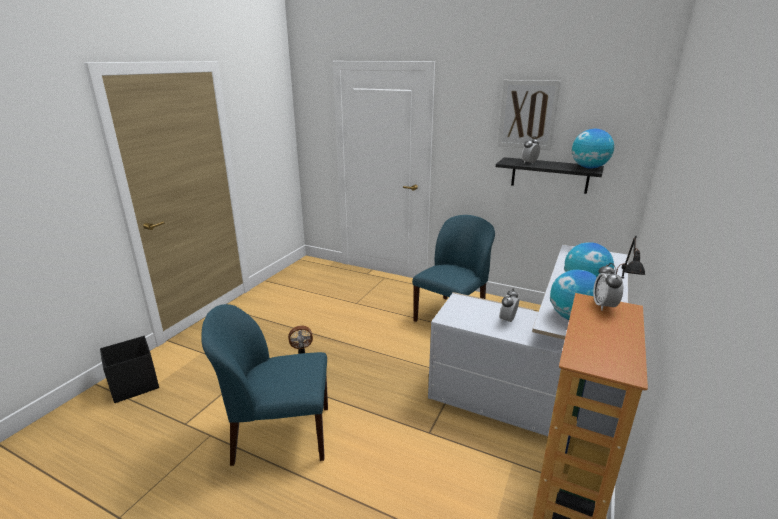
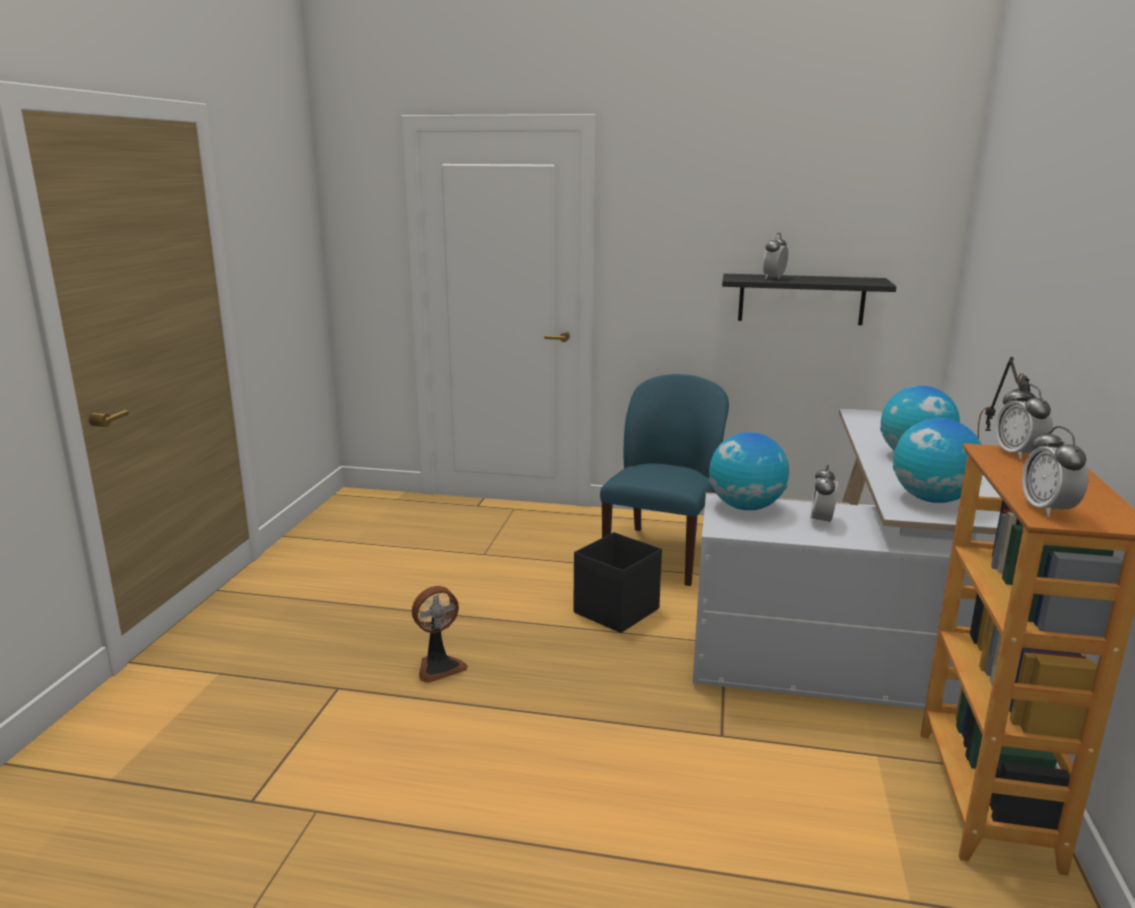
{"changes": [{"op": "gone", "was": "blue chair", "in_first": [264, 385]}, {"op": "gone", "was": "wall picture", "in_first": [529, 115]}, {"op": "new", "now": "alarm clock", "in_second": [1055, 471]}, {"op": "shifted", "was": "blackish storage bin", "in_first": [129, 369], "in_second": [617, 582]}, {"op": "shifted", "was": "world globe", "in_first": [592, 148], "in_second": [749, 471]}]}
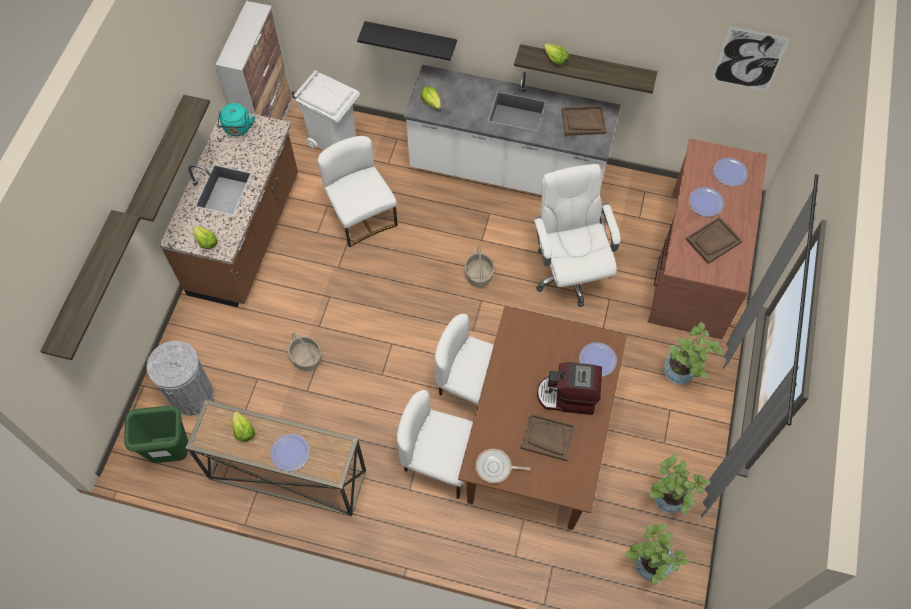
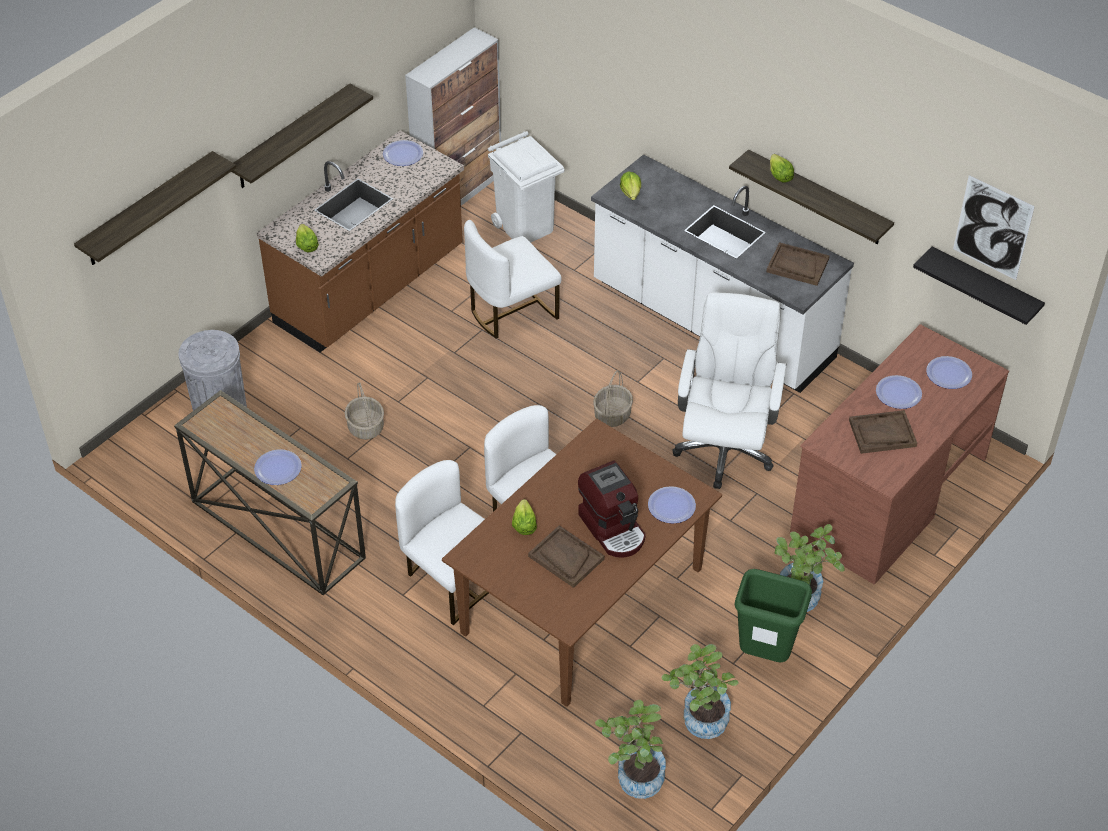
{"changes": [{"op": "gone", "was": "pan", "in_first": [503, 466]}, {"op": "shifted", "was": "green waste bin", "in_first": [156, 434], "in_second": [773, 615]}, {"op": "shifted", "was": "head of lettuce", "in_first": [243, 426], "in_second": [524, 517]}, {"op": "shifted", "was": "blackish shelf", "in_first": [407, 41], "in_second": [979, 286]}, {"op": "swapped", "was": "blue-green kettle", "now": "dinner plate", "in_first": [236, 119], "in_second": [403, 153]}, {"op": "rotated", "was": "white chair", "in_first": [358, 192], "in_second": [513, 279], "clockwise": -120}, {"op": "rotated", "was": "coffee maker", "in_first": [569, 388], "in_second": [612, 509], "clockwise": -150}]}
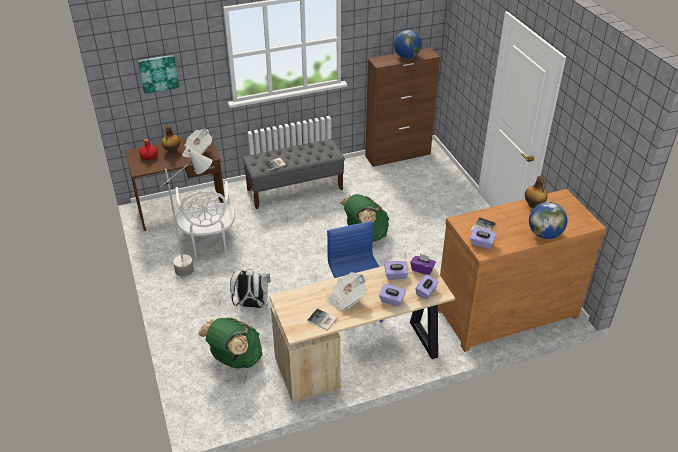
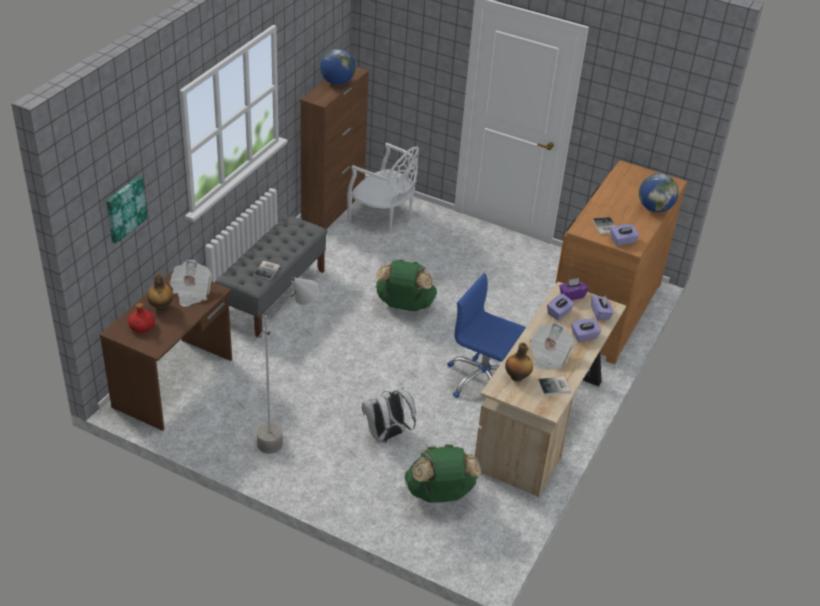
{"changes": [{"op": "shifted", "was": "white chair", "in_first": [205, 218], "in_second": [383, 188]}, {"op": "shifted", "was": "beverage bottle", "in_first": [536, 192], "in_second": [519, 362]}]}
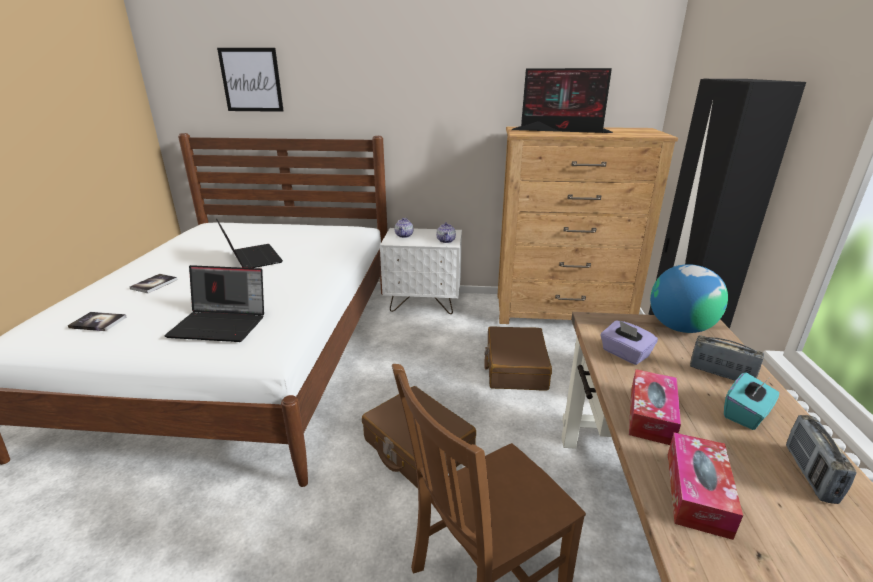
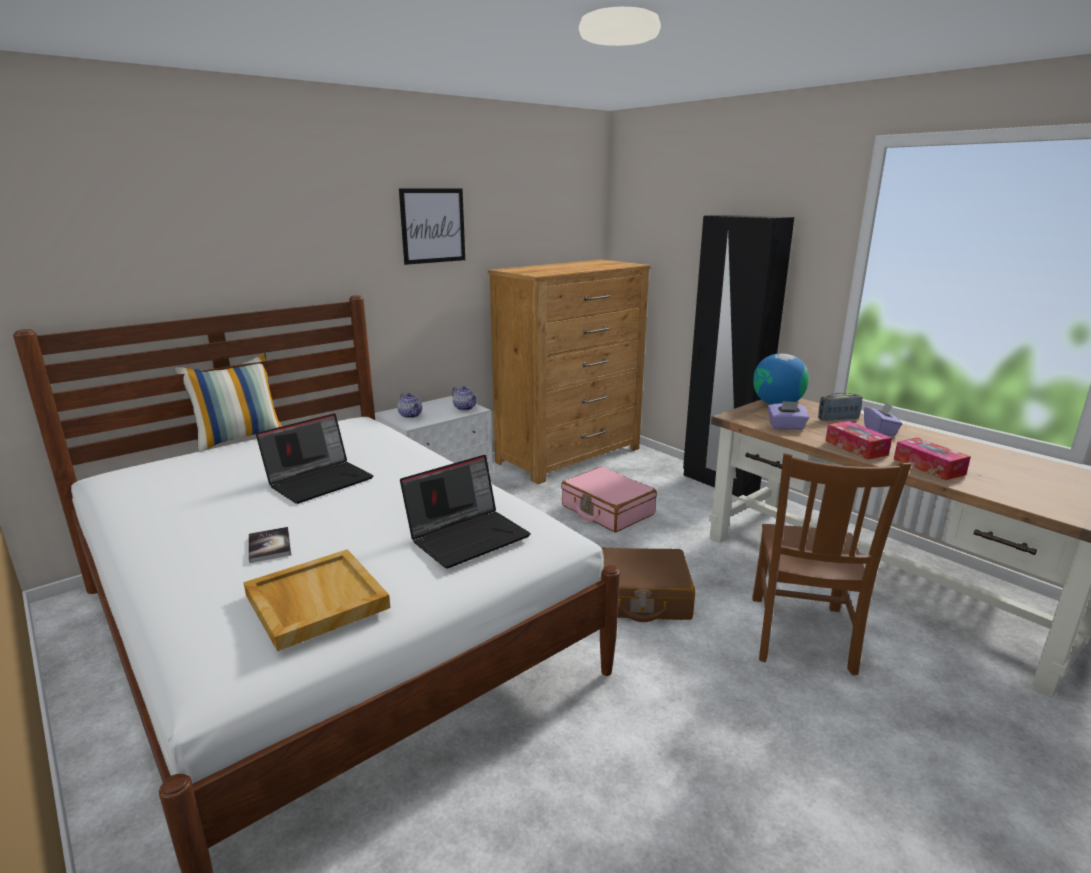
{"changes": [{"op": "gone", "was": "computer screen", "in_first": [562, 100]}, {"op": "gone", "was": "radio", "in_first": [821, 459]}, {"op": "new", "now": "pillow", "in_second": [228, 402]}, {"op": "shifted", "was": "wall picture", "in_first": [250, 80], "in_second": [432, 226]}, {"op": "swapped", "was": "book", "now": "sand-coloured serving tray", "in_first": [97, 321], "in_second": [316, 600]}, {"op": "repainted", "was": "brown-coloured suitcase", "now": "pink suitcase", "in_first": [518, 358], "in_second": [609, 499]}, {"op": "repainted", "was": "blue-green tissue holder", "now": "purple tissue holder", "in_first": [751, 401], "in_second": [883, 419]}, {"op": "rotated", "was": "portable computer", "in_first": [249, 243], "in_second": [314, 458], "clockwise": 120}]}
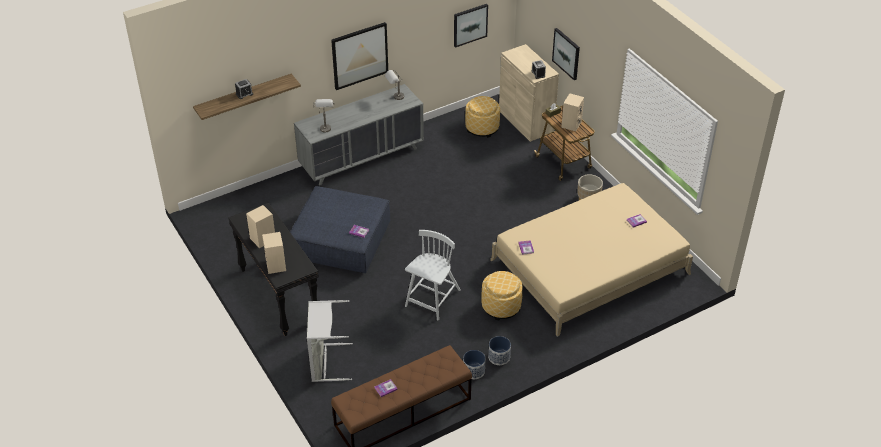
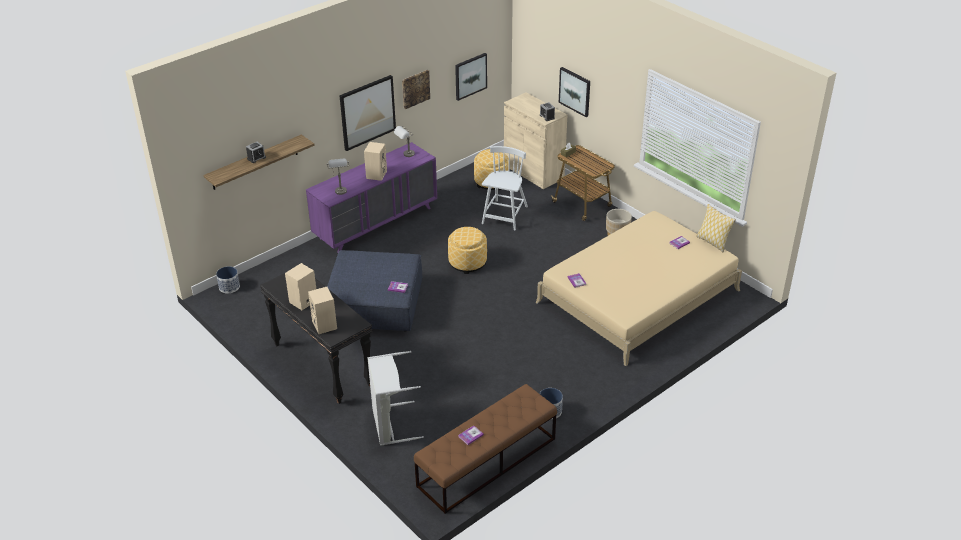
{"changes": [{"op": "new", "now": "wall picture", "in_second": [416, 89]}, {"op": "new", "now": "pillow", "in_second": [716, 228]}, {"op": "shifted", "was": "white chair", "in_first": [433, 275], "in_second": [505, 188]}, {"op": "shifted", "was": "ottoman", "in_first": [502, 296], "in_second": [467, 250]}, {"op": "shifted", "was": "flower pot", "in_first": [499, 350], "in_second": [228, 279]}, {"op": "shifted", "was": "sand-coloured audio speaker", "in_first": [572, 112], "in_second": [375, 161]}, {"op": "repainted", "was": "gray drawer chest", "now": "purple drawer chest", "in_first": [359, 135], "in_second": [371, 197]}]}
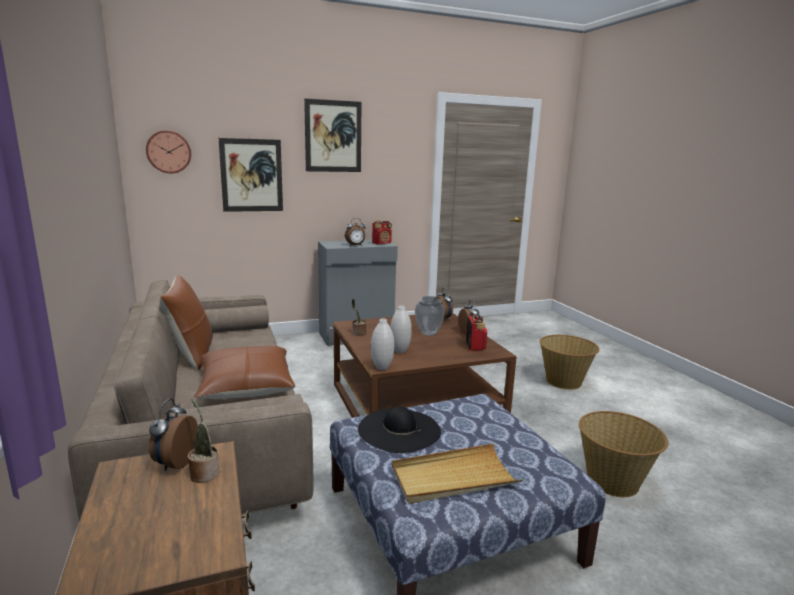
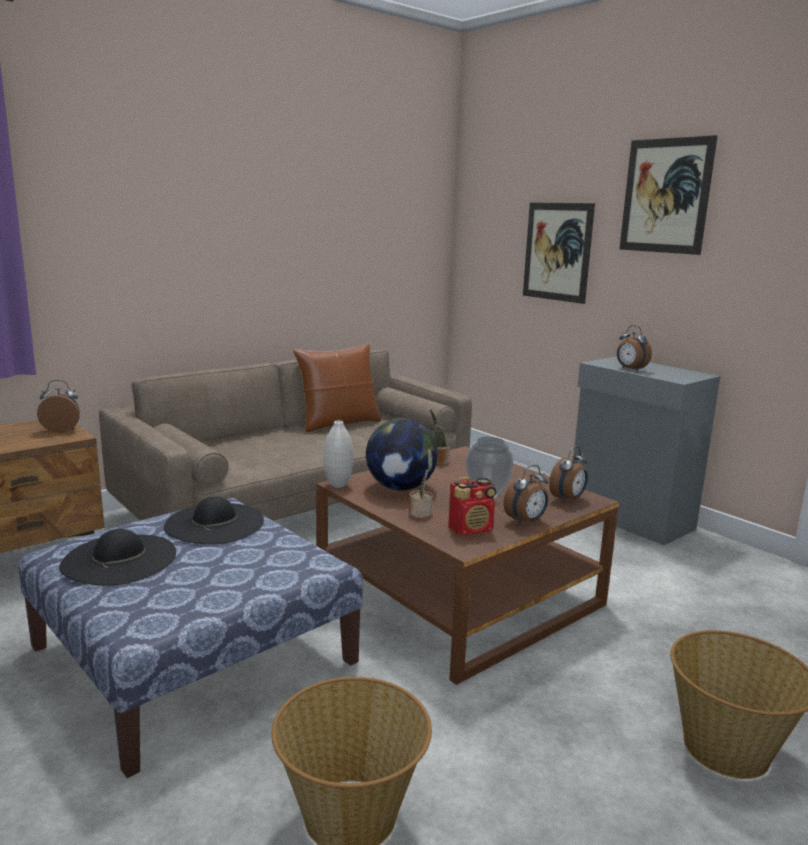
{"changes": [{"op": "gone", "was": "clock on the wall", "in_first": [168, 151]}, {"op": "gone", "was": "brown-coloured pillow", "in_first": [244, 372]}, {"op": "gone", "was": "radio", "in_first": [382, 232]}, {"op": "shifted", "was": "houseplant", "in_first": [203, 441], "in_second": [421, 483]}, {"op": "swapped", "was": "white flower vase", "now": "world globe", "in_first": [401, 329], "in_second": [402, 454]}, {"op": "swapped", "was": "sand-coloured serving tray", "now": "blackish hat", "in_first": [457, 474], "in_second": [117, 557]}]}
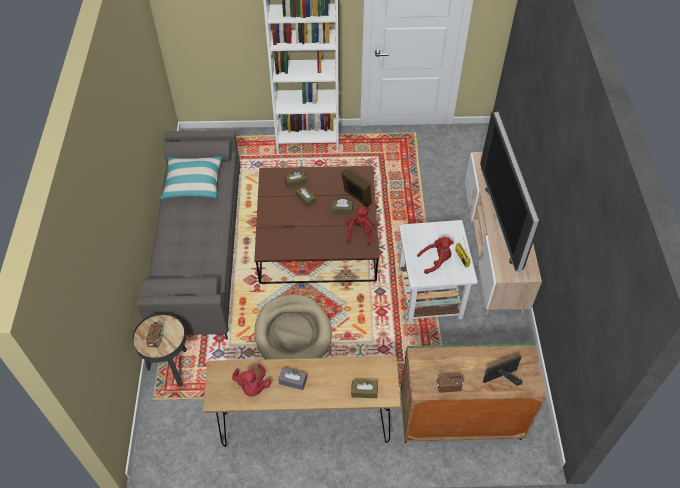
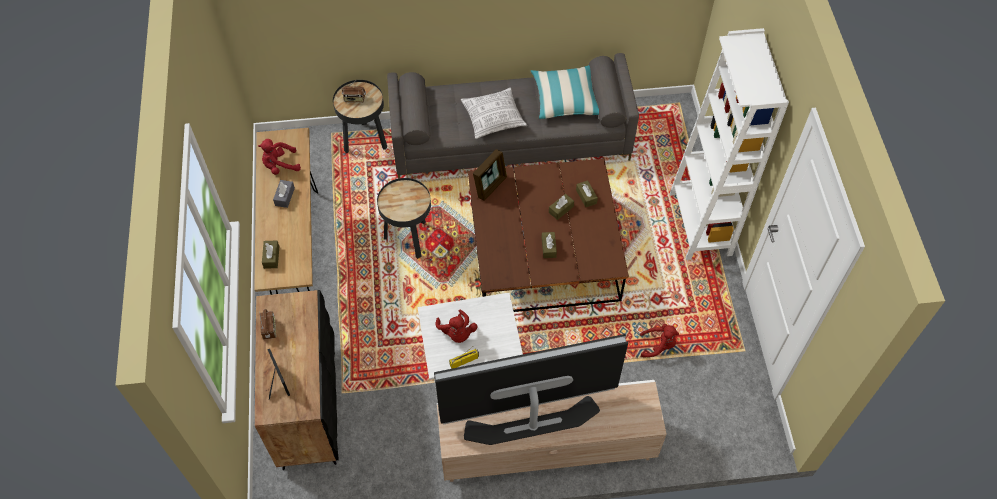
{"changes": [{"op": "new", "now": "pillow", "in_second": [494, 113]}, {"op": "shifted", "was": "photo frame", "in_first": [356, 188], "in_second": [490, 175]}, {"op": "shifted", "was": "red plush toy", "in_first": [360, 225], "in_second": [659, 340]}, {"op": "swapped", "was": "sand-coloured pet bed", "now": "blackish side table", "in_first": [293, 326], "in_second": [404, 218]}, {"op": "repainted", "was": "green storage cabinet", "now": "blackish storage cabinet", "in_first": [474, 393], "in_second": [296, 380]}]}
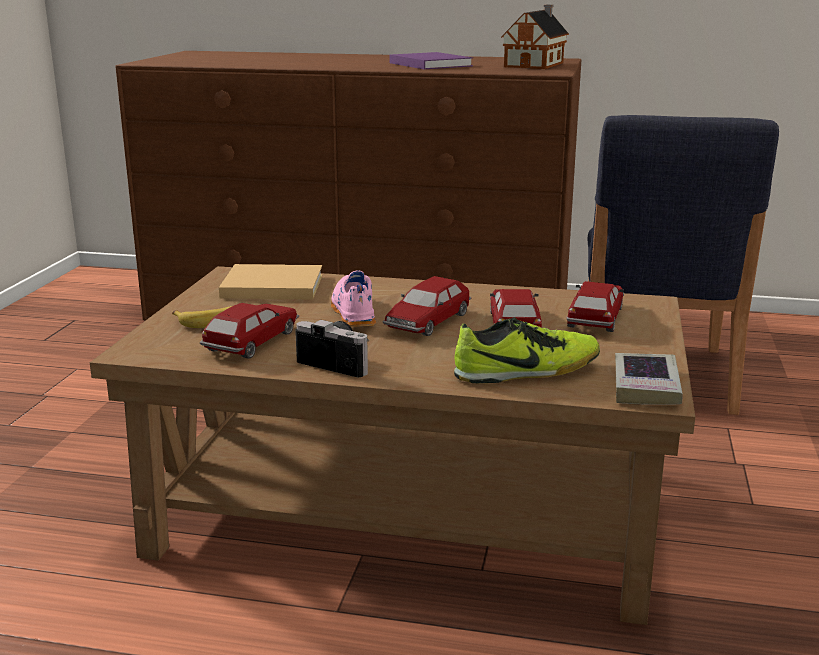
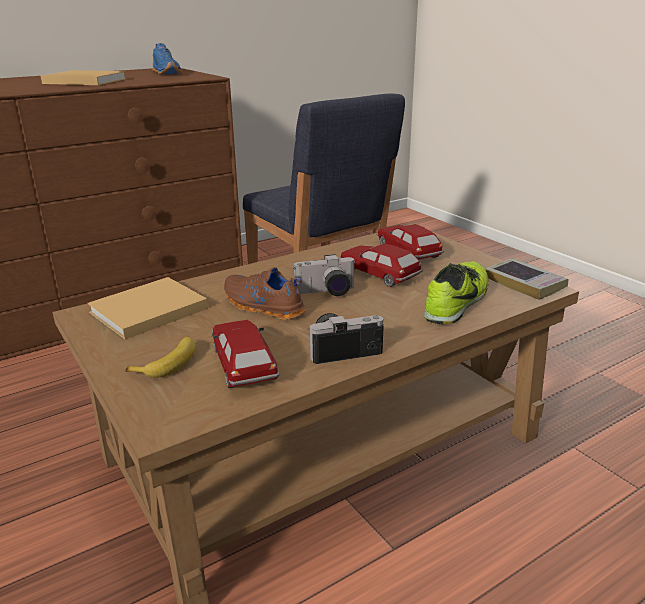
{"changes": [{"op": "swapped", "was": "model car", "now": "photo camera", "in_first": [427, 306], "in_second": [324, 275]}, {"op": "swapped", "was": "toy house", "now": "blue item of footwear", "in_first": [535, 37], "in_second": [167, 59]}, {"op": "repainted", "was": "pink item of footwear", "now": "brown-coloured item of footwear", "in_first": [353, 298], "in_second": [265, 293]}, {"op": "repainted", "was": "purple book", "now": "sand-coloured book", "in_first": [431, 60], "in_second": [83, 77]}]}
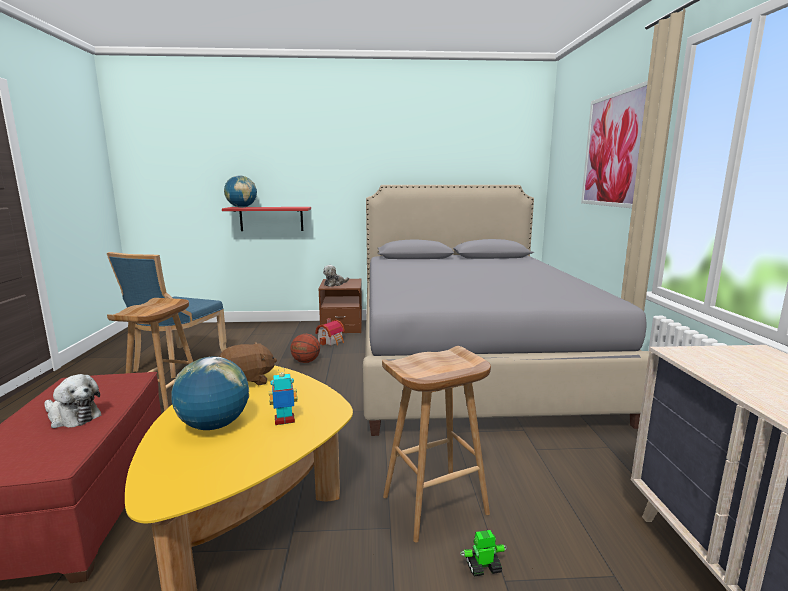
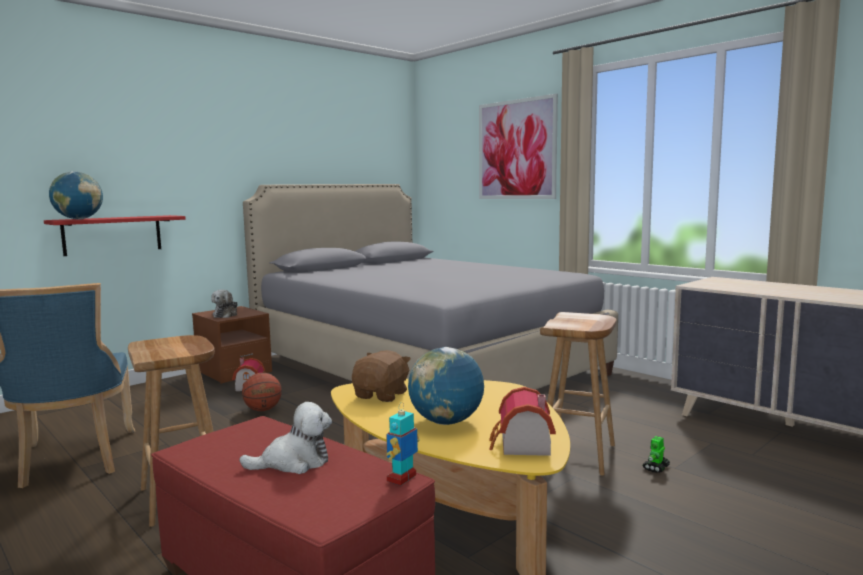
{"changes": [{"op": "new", "now": "toy house", "in_second": [522, 421]}, {"op": "shifted", "was": "robot figure", "in_first": [283, 396], "in_second": [403, 443]}]}
